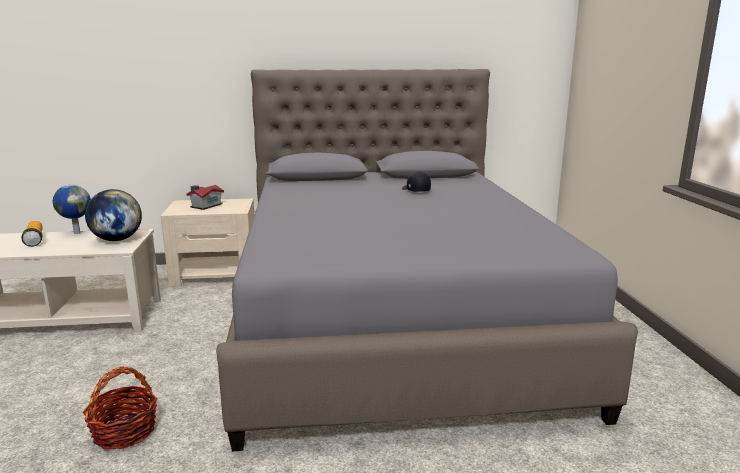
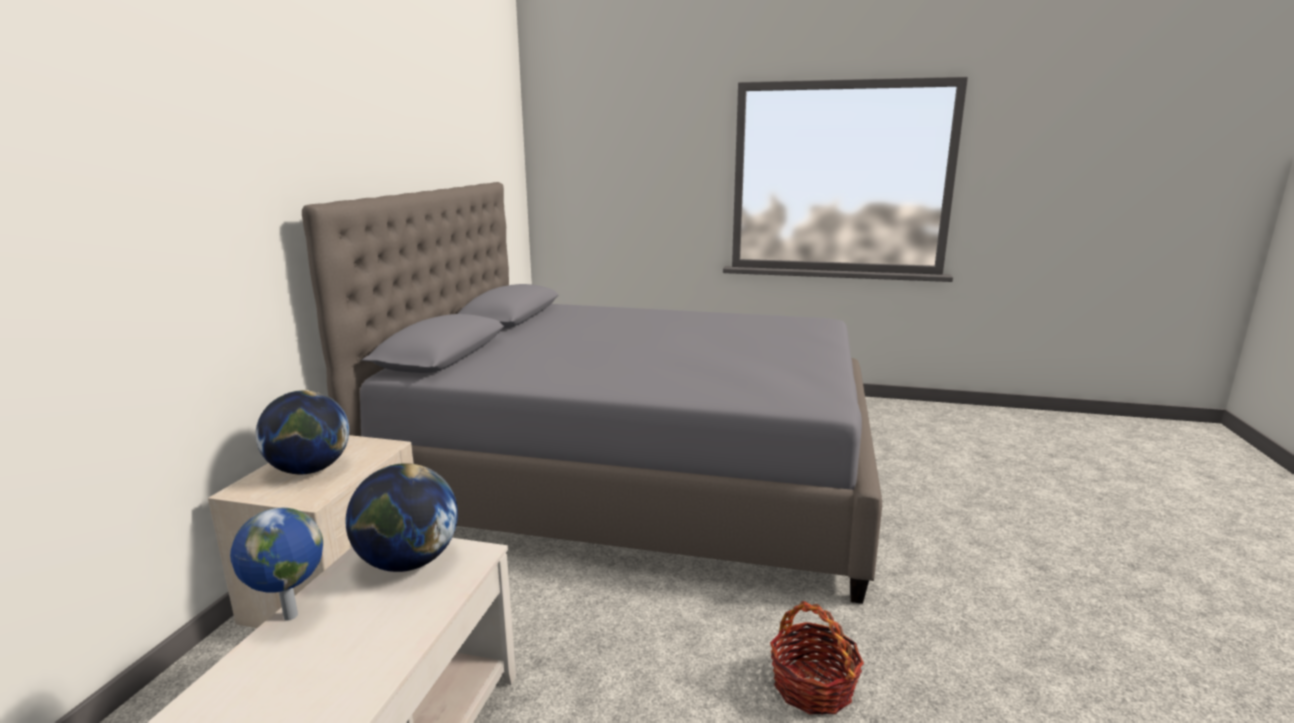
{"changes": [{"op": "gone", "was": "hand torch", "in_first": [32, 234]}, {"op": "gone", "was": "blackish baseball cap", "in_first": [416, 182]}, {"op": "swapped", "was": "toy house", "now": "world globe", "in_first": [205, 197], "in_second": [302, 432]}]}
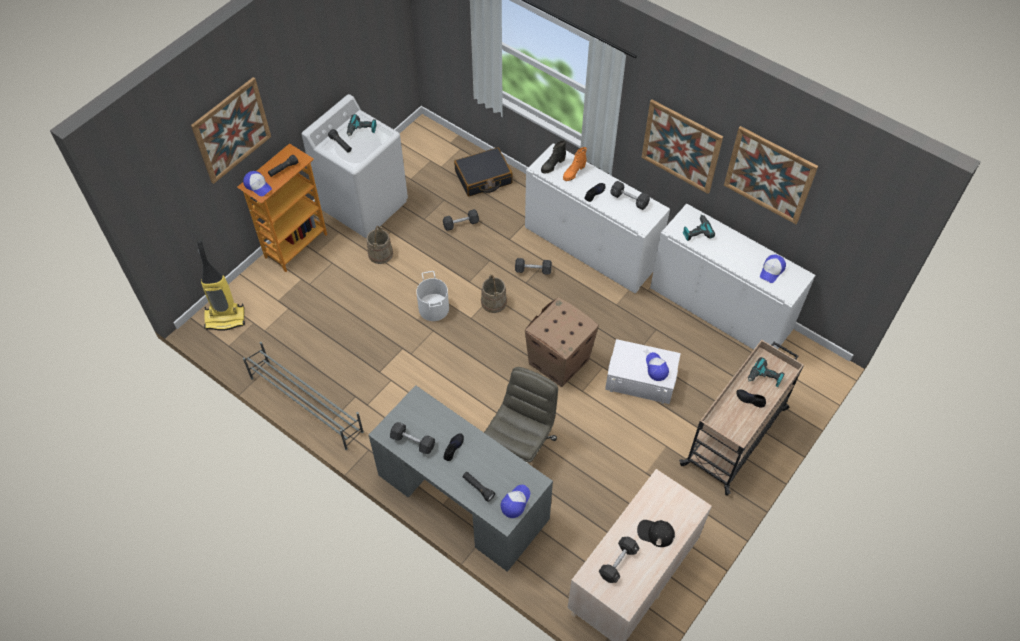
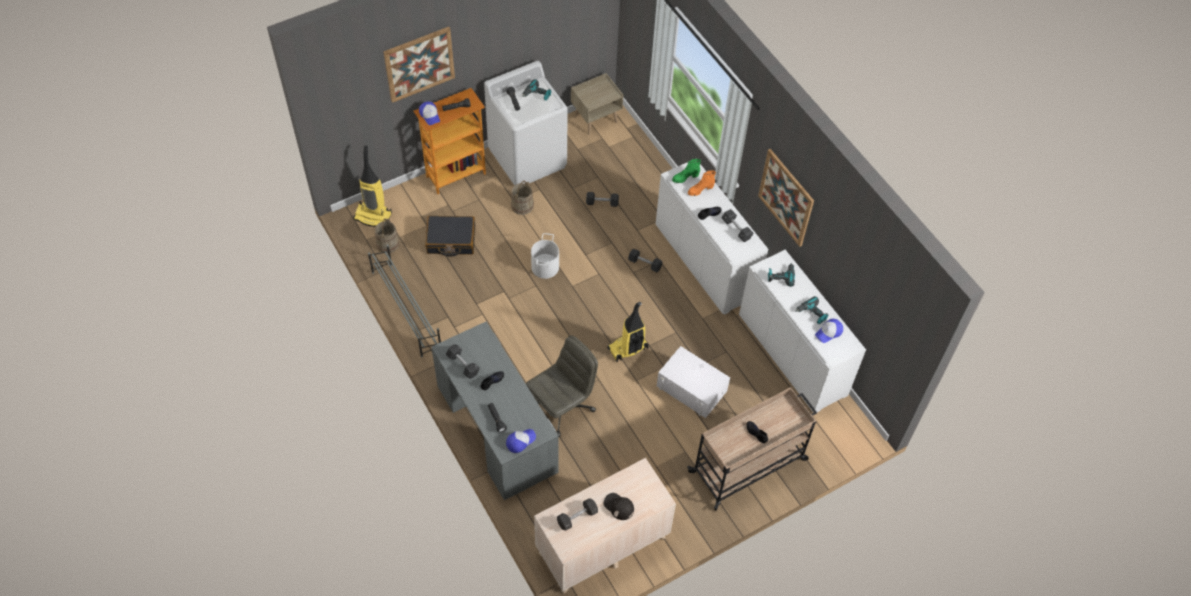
{"changes": [{"op": "gone", "was": "baseball cap", "in_first": [657, 366]}, {"op": "gone", "was": "wall picture", "in_first": [771, 175]}, {"op": "new", "now": "sand-coloured night table", "in_second": [597, 104]}, {"op": "shifted", "was": "blackish suitcase", "in_first": [483, 172], "in_second": [450, 236]}, {"op": "shifted", "was": "sand-coloured pail", "in_first": [494, 293], "in_second": [387, 236]}, {"op": "shifted", "was": "drill", "in_first": [766, 372], "in_second": [812, 310]}, {"op": "swapped", "was": "carton", "now": "hoover", "in_first": [562, 342], "in_second": [628, 332]}, {"op": "repainted", "was": "blackish tall boot", "now": "green tall boot", "in_first": [553, 157], "in_second": [686, 171]}]}
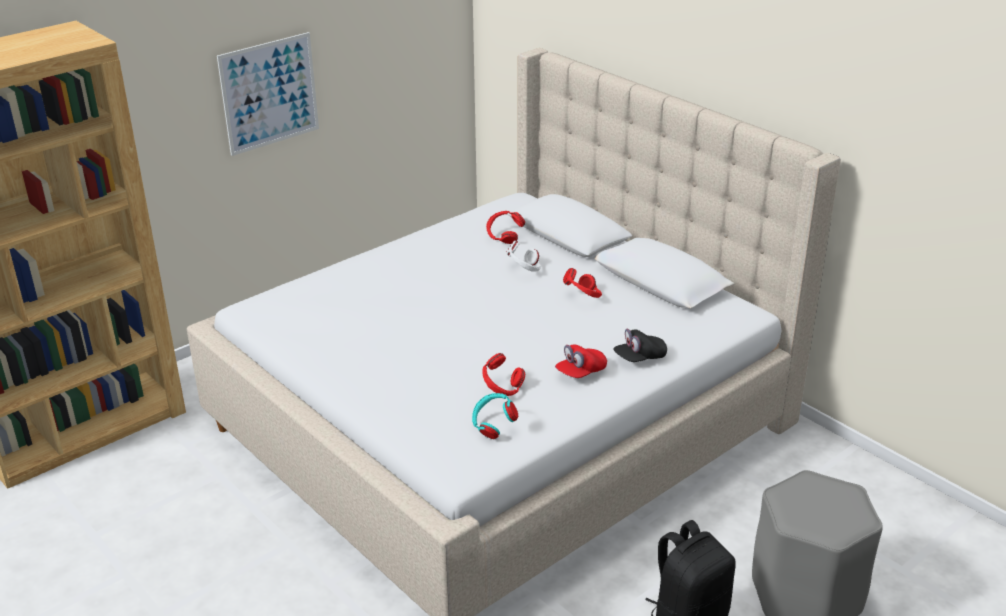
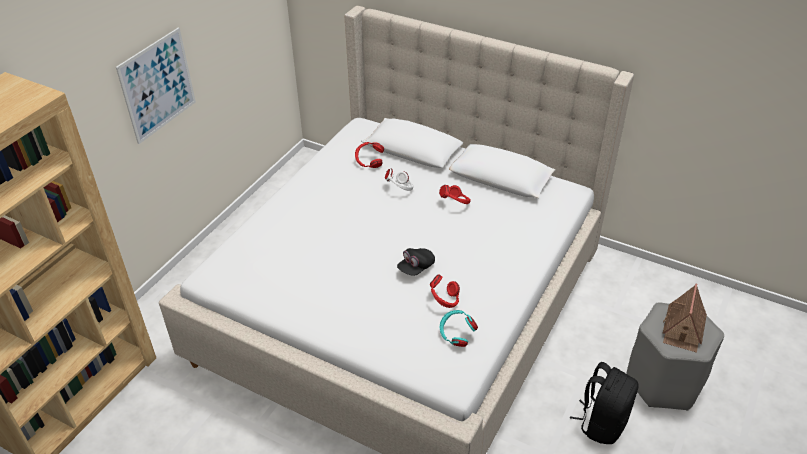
{"changes": [{"op": "gone", "was": "red baseball cap", "in_first": [581, 361]}, {"op": "new", "now": "toy house", "in_second": [685, 318]}, {"op": "shifted", "was": "blackish baseball cap", "in_first": [640, 345], "in_second": [416, 262]}]}
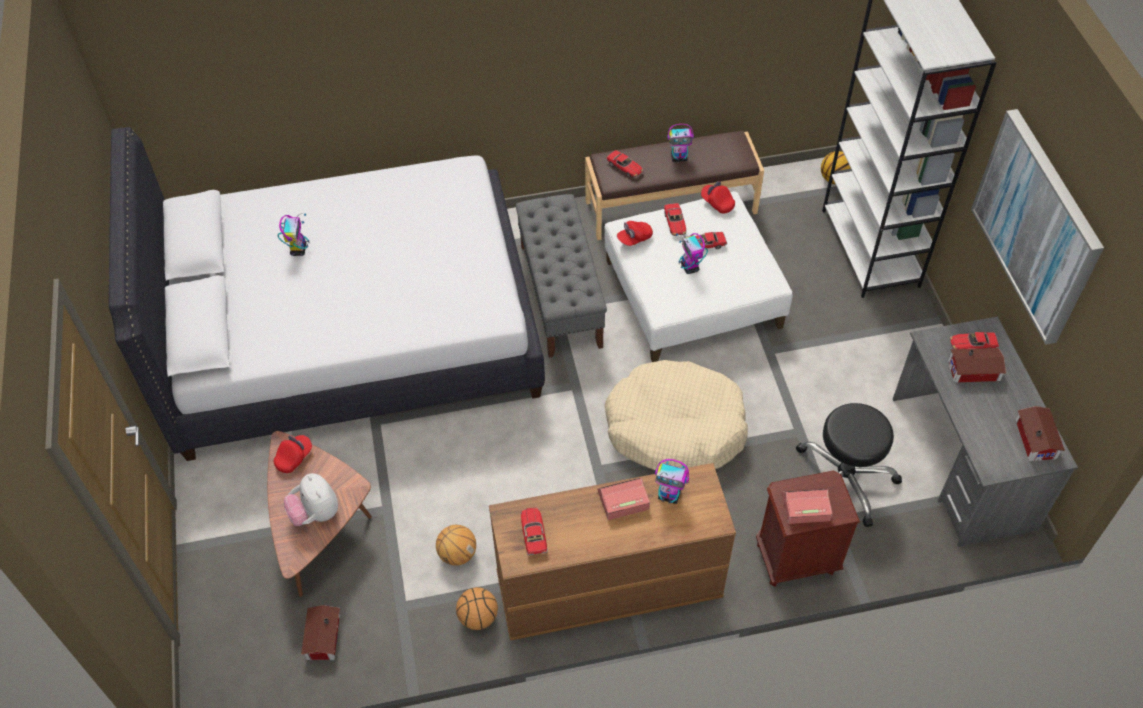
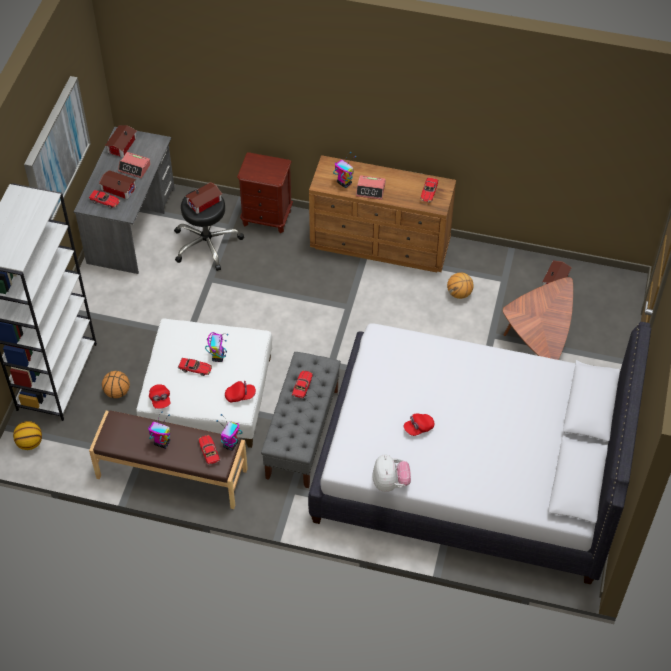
{"changes": [{"op": "gone", "was": "sand-coloured pet bed", "in_first": [676, 415]}, {"op": "new", "now": "toy house", "in_second": [203, 198]}, {"op": "shifted", "was": "red baseball cap", "in_first": [293, 454], "in_second": [419, 425]}, {"op": "shifted", "was": "robot figure", "in_first": [294, 234], "in_second": [229, 432]}, {"op": "shifted", "was": "plush toy", "in_first": [311, 499], "in_second": [391, 473]}, {"op": "shifted", "was": "ball for basketball", "in_first": [477, 608], "in_second": [116, 384]}, {"op": "shifted", "was": "model car", "in_first": [675, 219], "in_second": [302, 384]}, {"op": "shifted", "was": "alarm clock", "in_first": [807, 506], "in_second": [134, 165]}]}
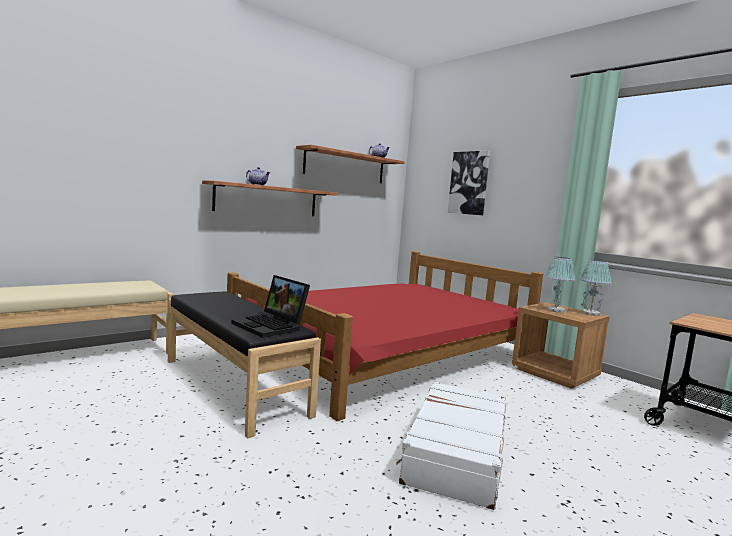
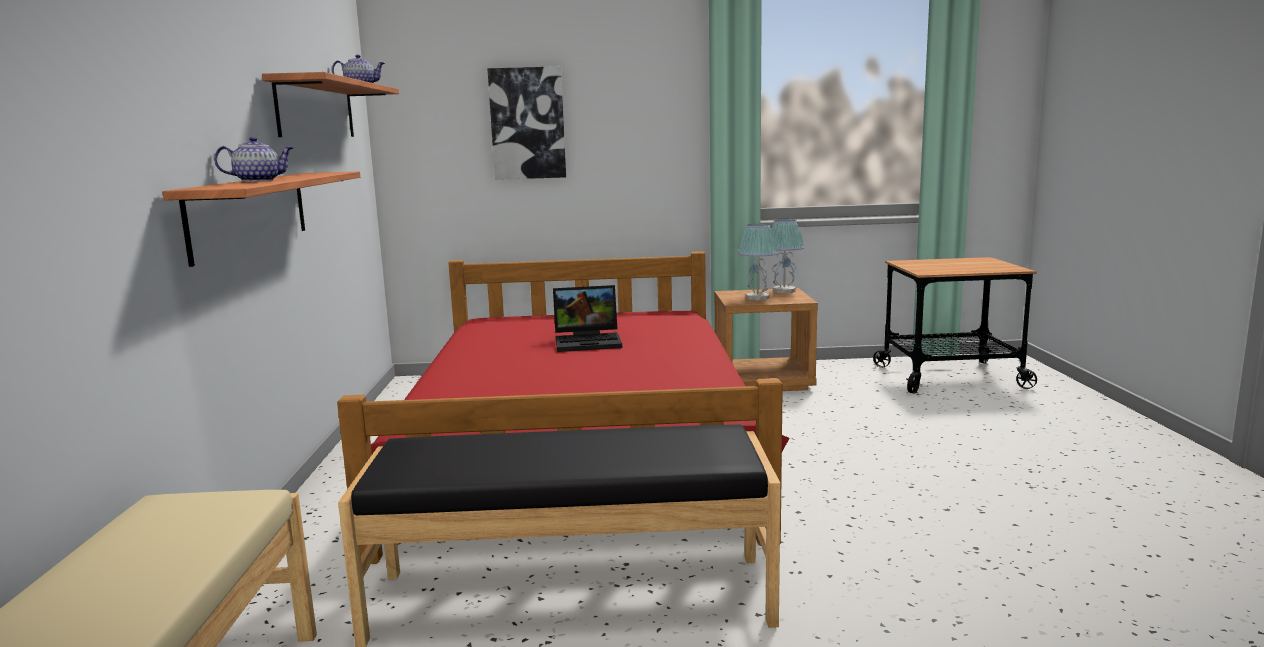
{"changes": [{"op": "gone", "was": "white suitcase", "in_first": [451, 445]}, {"op": "shifted", "was": "portable computer", "in_first": [270, 306], "in_second": [587, 318]}]}
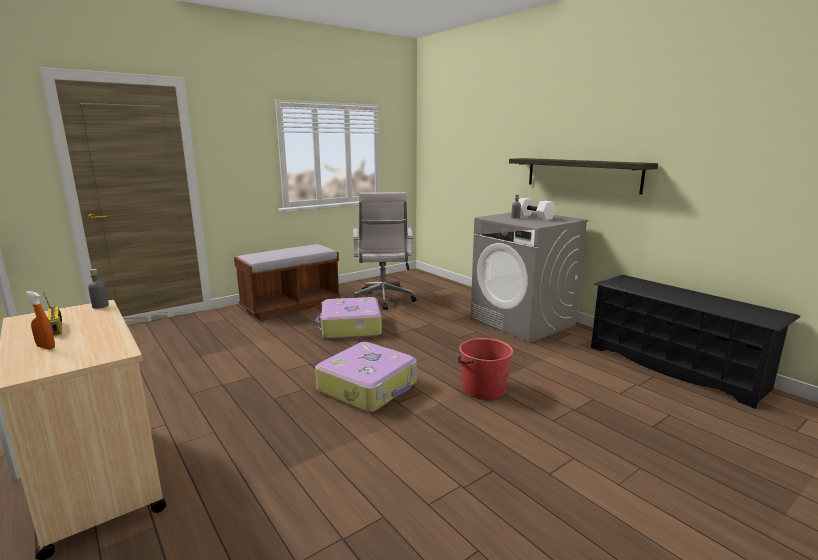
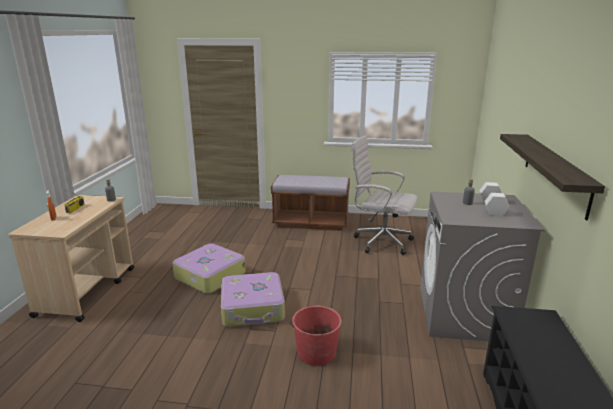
{"changes": [{"op": "shifted", "was": "suitcase", "in_first": [348, 318], "in_second": [209, 268]}, {"op": "rotated", "was": "white computer chair", "in_first": [384, 251], "in_second": [384, 195], "clockwise": 75}]}
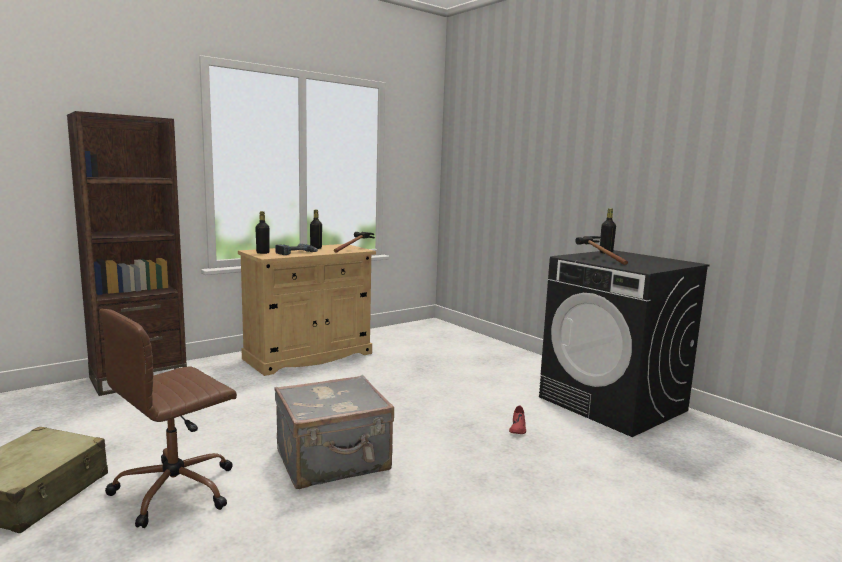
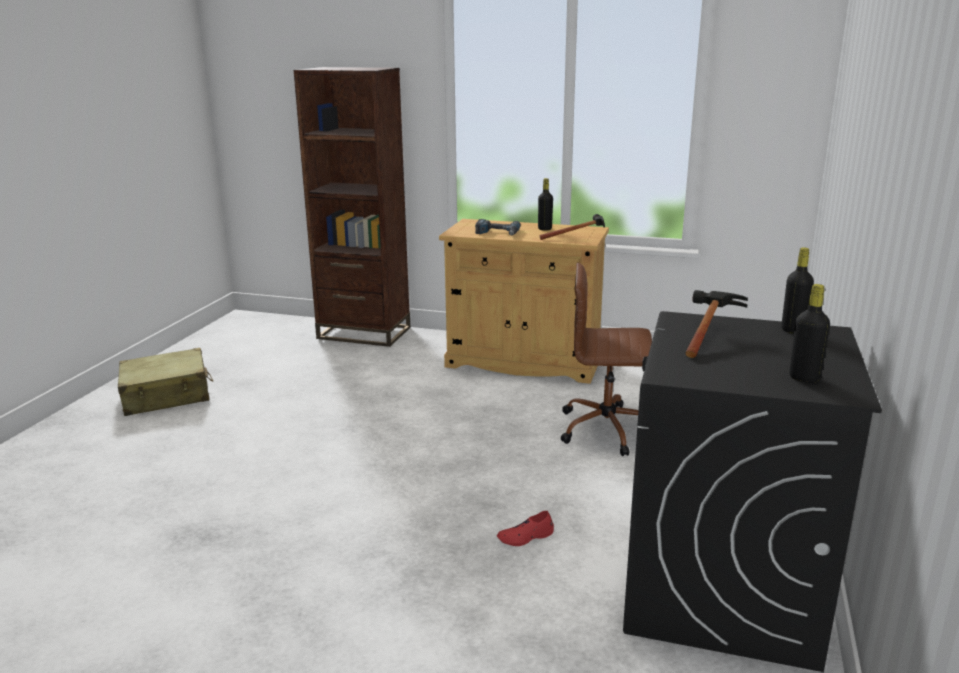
{"changes": [{"op": "gone", "was": "gray suitcase", "in_first": [334, 432]}, {"op": "shifted", "was": "brown-coloured computer chair", "in_first": [168, 418], "in_second": [606, 359]}, {"op": "shifted", "was": "blackish beverage bottle", "in_first": [262, 232], "in_second": [809, 333]}]}
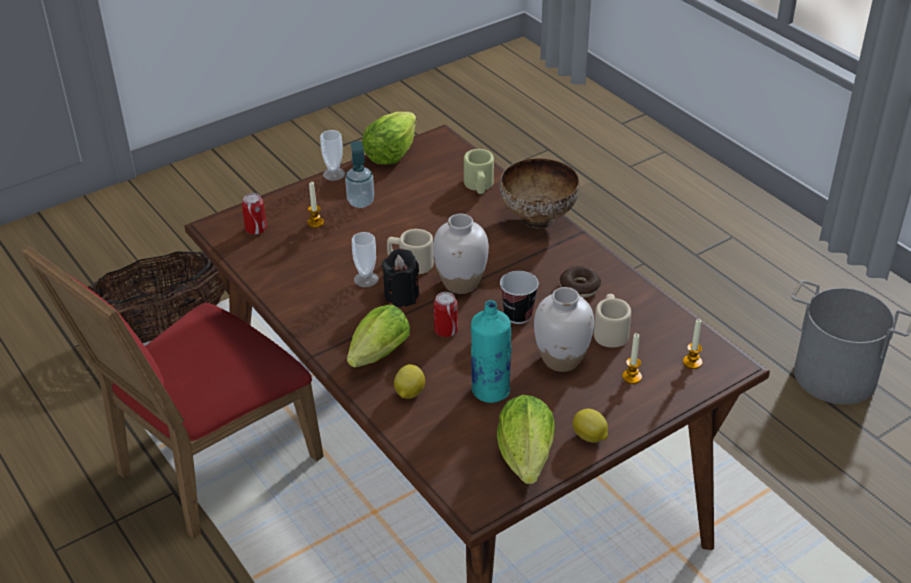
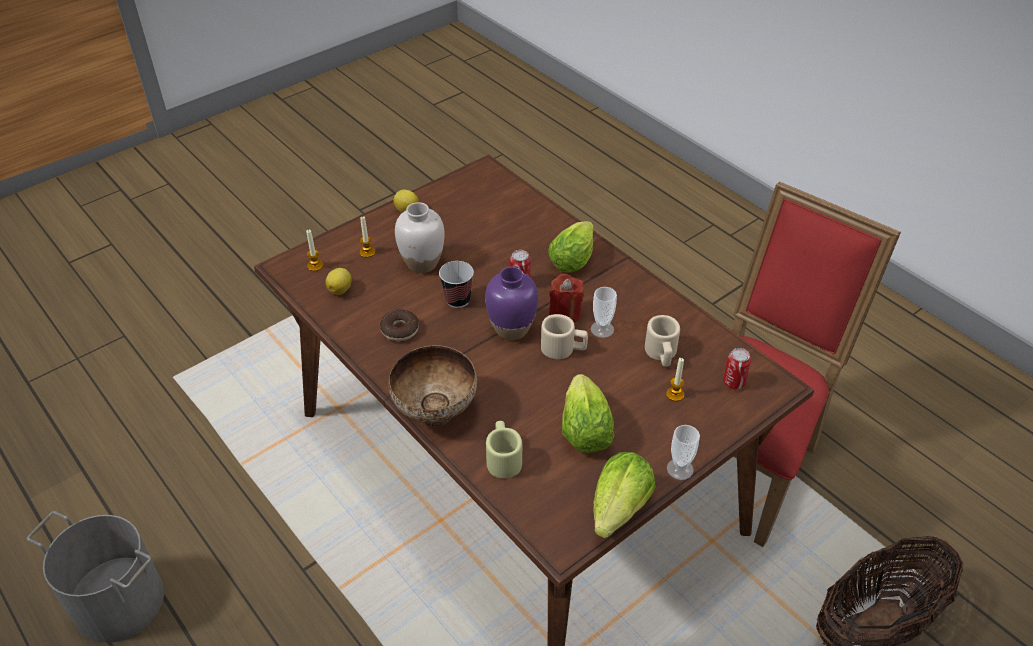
{"changes": [{"op": "gone", "was": "soap dispenser", "in_first": [359, 174]}, {"op": "gone", "was": "blue-green beverage bottle", "in_first": [491, 351]}, {"op": "shifted", "was": "lemon", "in_first": [409, 381], "in_second": [338, 281]}, {"op": "shifted", "was": "head of lettuce", "in_first": [526, 439], "in_second": [588, 413]}, {"op": "shifted", "was": "sand-coloured mug", "in_first": [612, 320], "in_second": [662, 341]}, {"op": "repainted", "was": "blackish wax candle", "now": "red wax candle", "in_first": [400, 278], "in_second": [566, 298]}, {"op": "repainted", "was": "white flower vase", "now": "purple flower vase", "in_first": [461, 253], "in_second": [511, 303]}]}
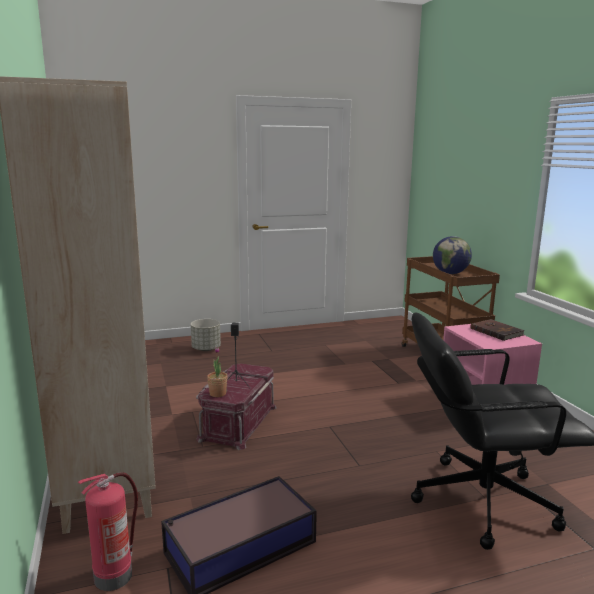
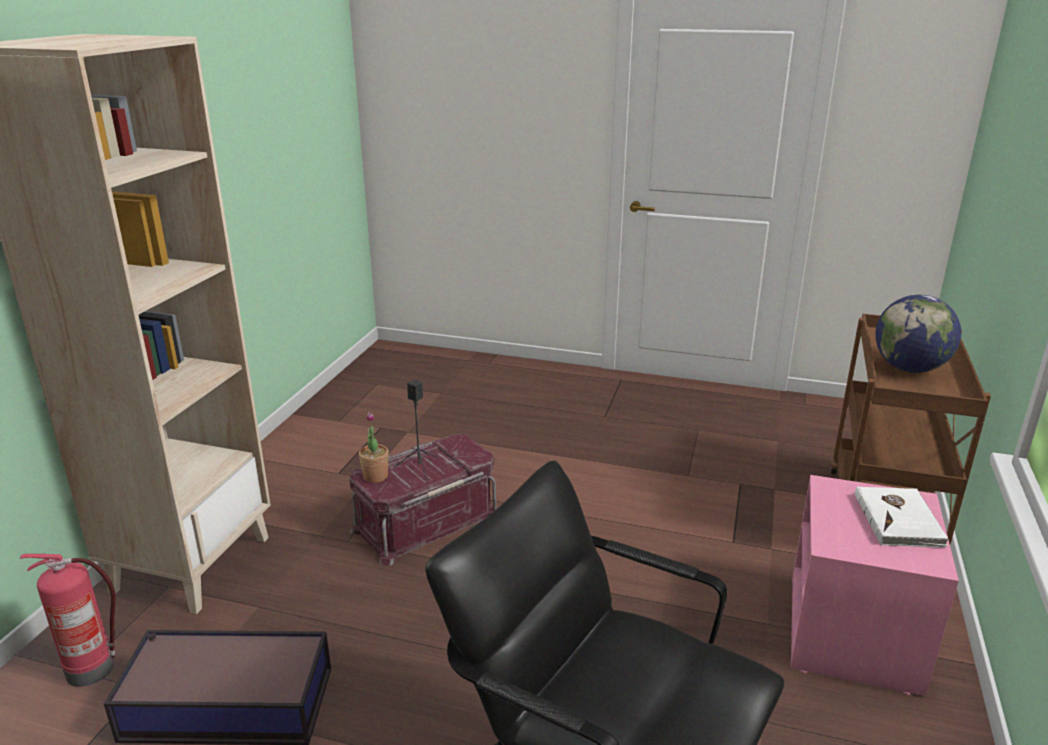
{"changes": [{"op": "gone", "was": "gray flower pot", "in_first": [206, 335]}, {"op": "repainted", "was": "brown-coloured book", "now": "white book", "in_first": [497, 330], "in_second": [902, 517]}]}
